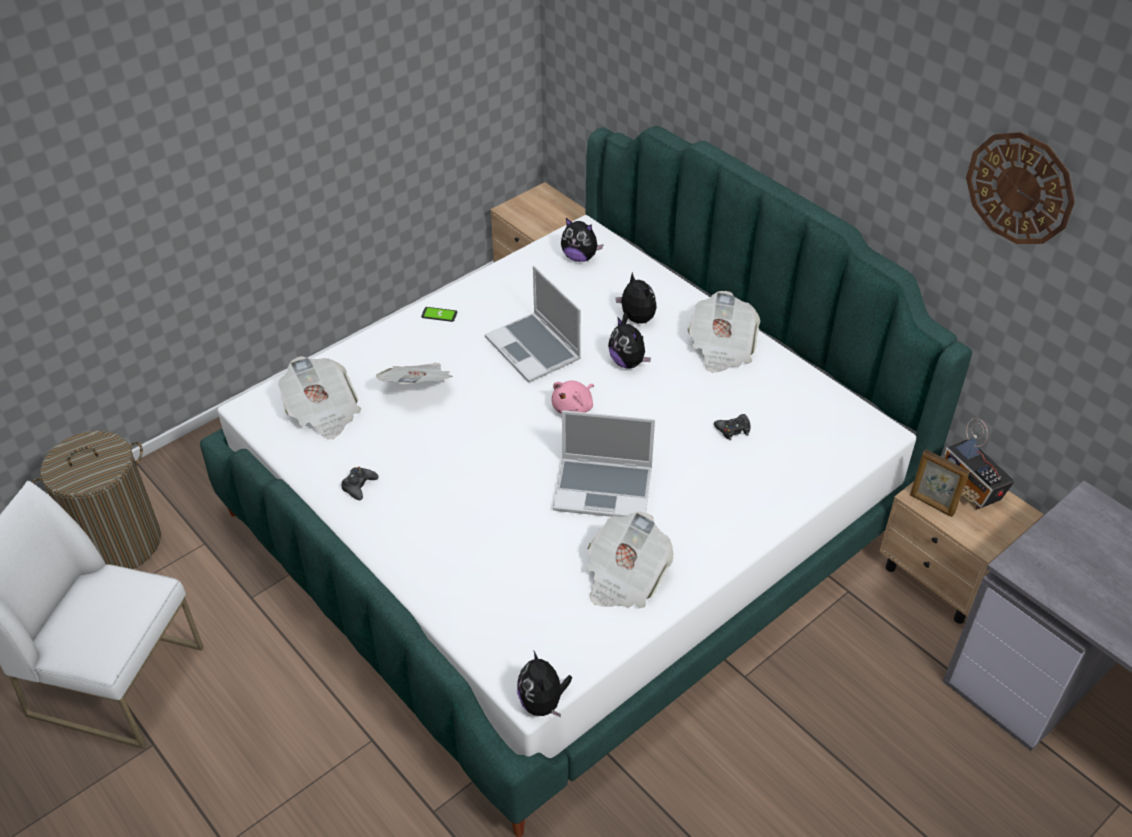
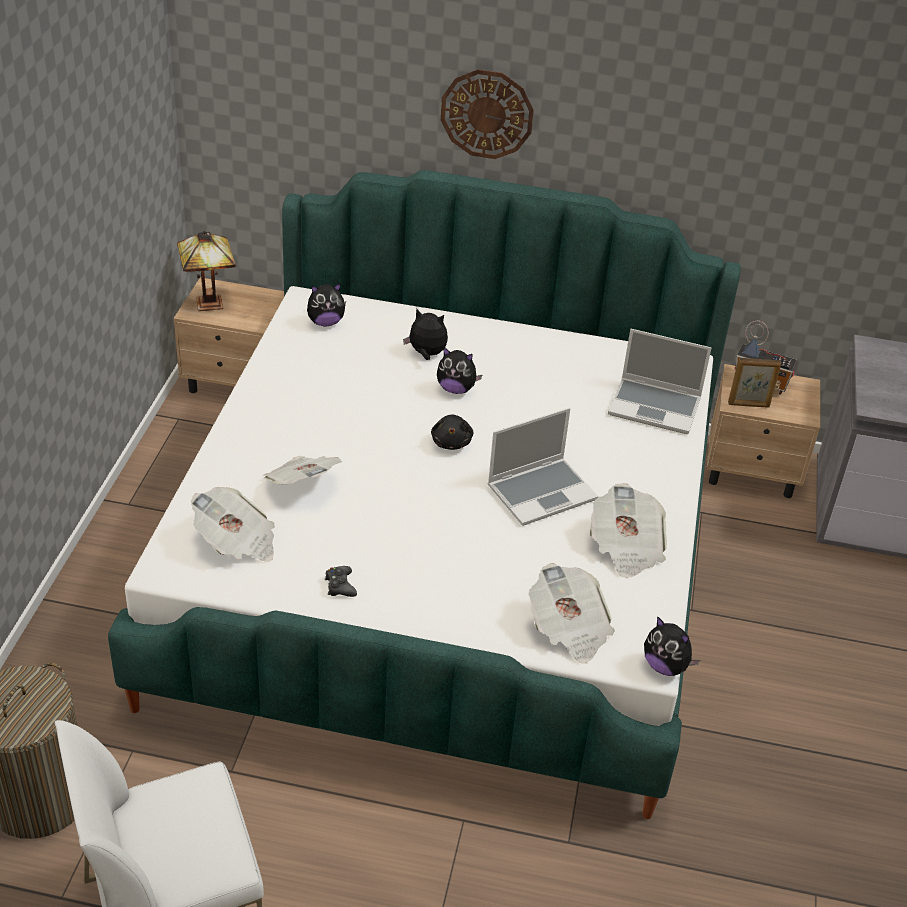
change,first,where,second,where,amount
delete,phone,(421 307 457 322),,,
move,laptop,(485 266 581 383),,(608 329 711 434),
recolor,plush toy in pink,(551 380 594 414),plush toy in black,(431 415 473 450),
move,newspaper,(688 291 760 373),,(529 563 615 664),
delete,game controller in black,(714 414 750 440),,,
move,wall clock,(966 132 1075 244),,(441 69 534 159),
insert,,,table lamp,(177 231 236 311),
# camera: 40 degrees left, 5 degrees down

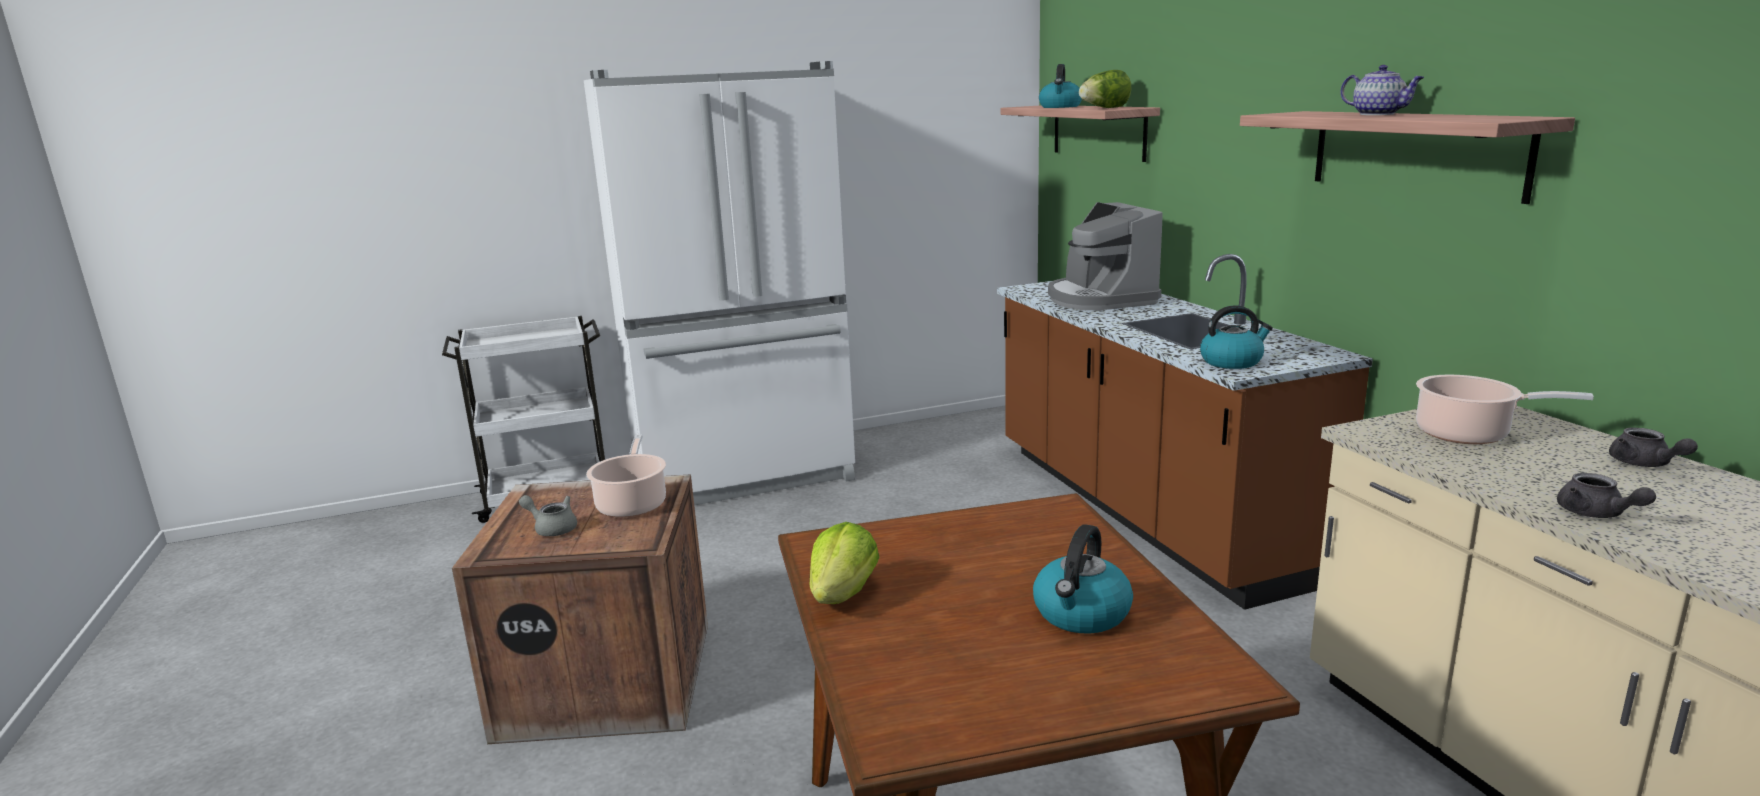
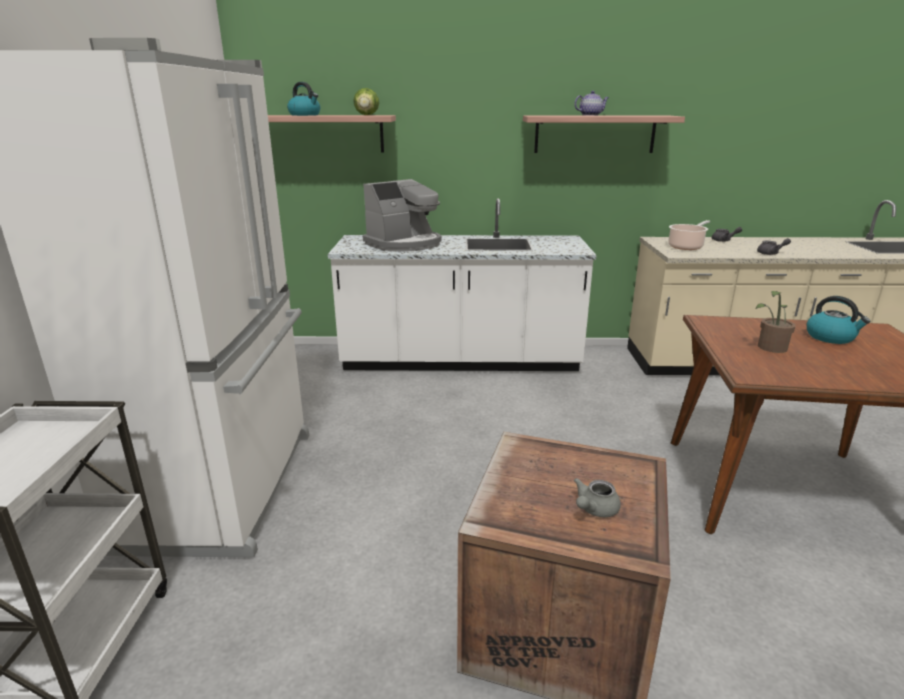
change,first,where,second,where,amount
delete,cooking pot,(586 434 666 518),,,
delete,lettuce,(810 522 879 604),,,
recolor,counter in brown,(997 254 1373 610),counter in white,(328 198 596 371),
rotate,coffee machine,(1048 202 1163 310),,(363 179 442 252),45 degrees counterclockwise
delete,kettle,(1200 305 1273 369),,,
insert,,,potted plant,(756 291 796 353),
# camera: 70 degrees left, 5 degrees up

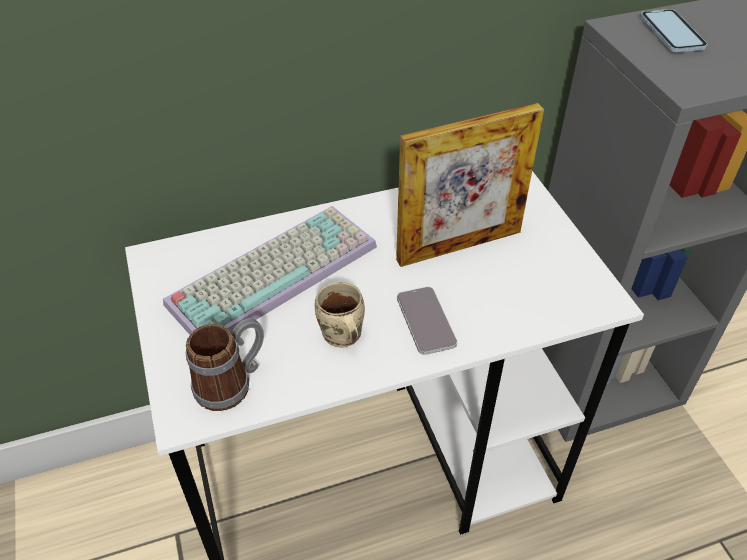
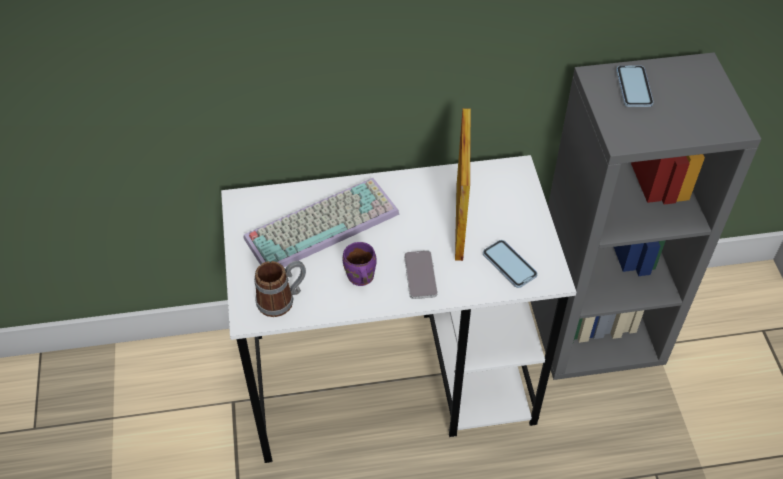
change,first,where,second,where,amount
recolor,mug in beige,(315 282 365 348),mug in purple,(343 242 377 286),
rotate,picture frame,(396 103 544 267),,(455 108 471 261),75 degrees counterclockwise
insert,,,phone,(483 240 537 288),
# camera: 10 degrees right, 5 degrees up

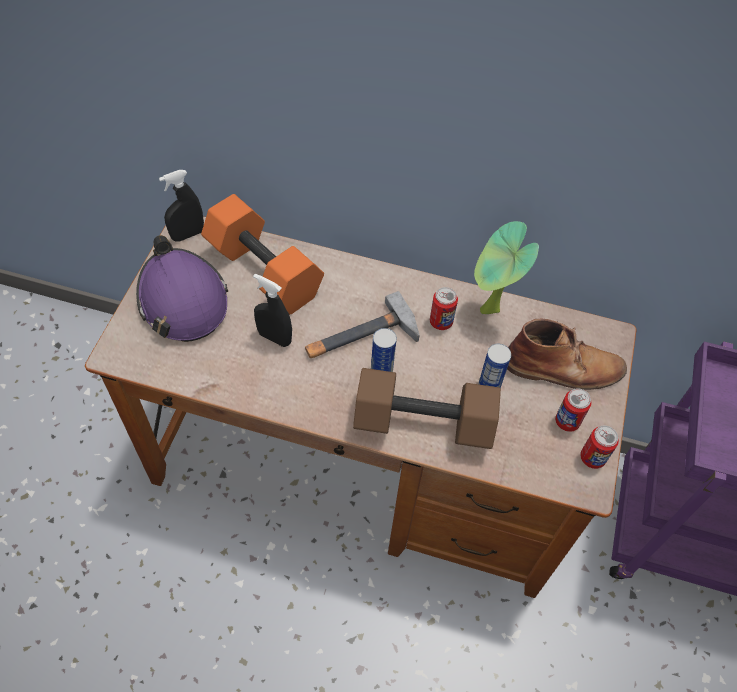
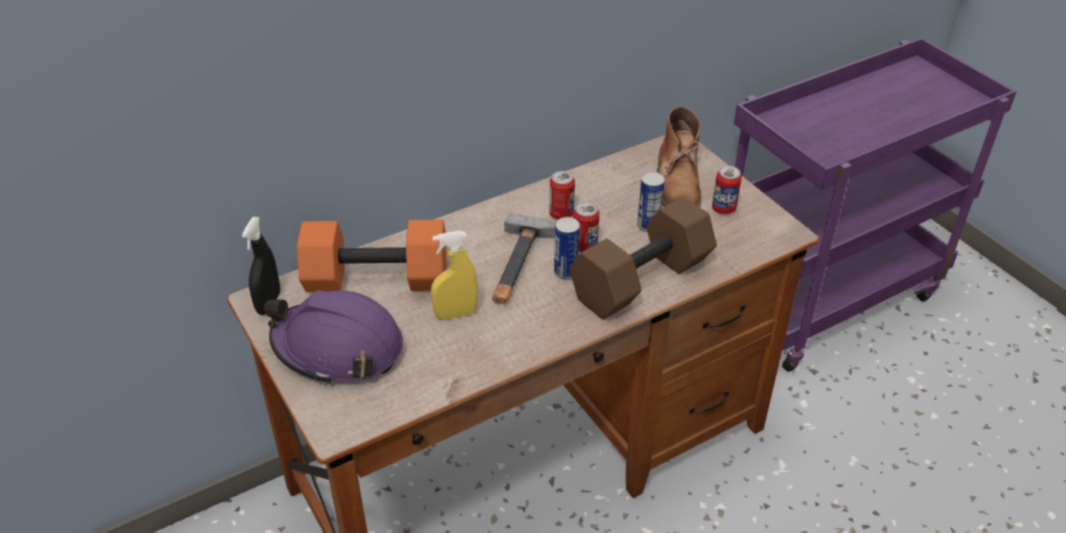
change,first,where,second,where,amount
recolor,spray bottle in black,(253 274 292 347),spray bottle in yellow,(431 231 478 320),
delete,potted plant,(474 221 539 314),,,
rotate,boot in brown,(507 319 627 390),,(657 106 702 207),135 degrees clockwise
move,can,(580 425 619 469),,(573 202 600 252),
# camera: 45 degrees left, 15 degrees down

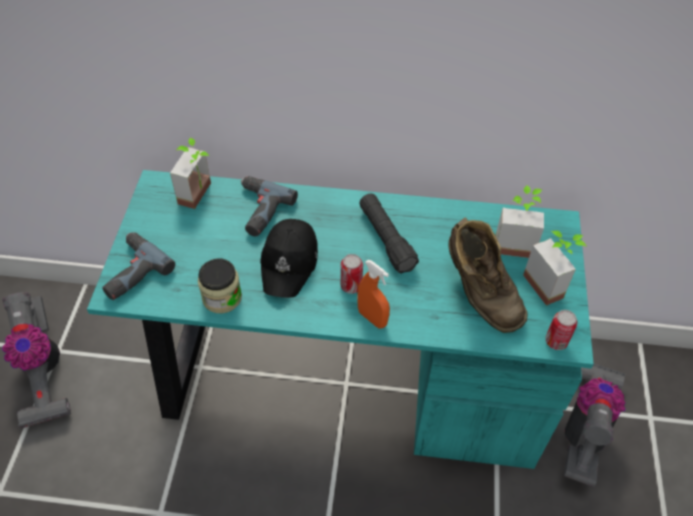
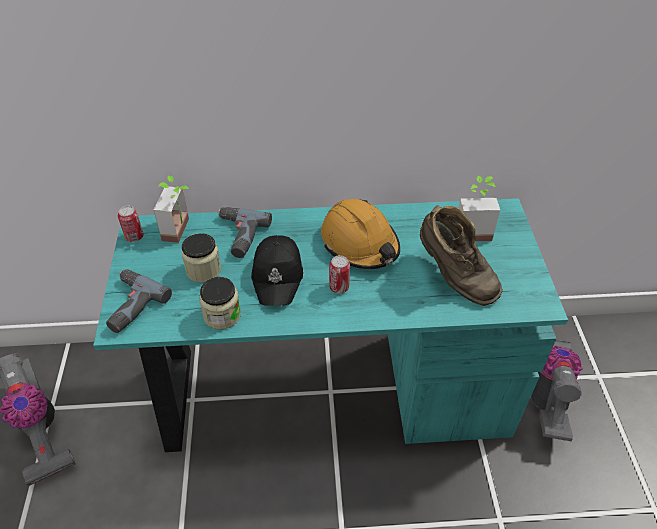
change,first,where,second,where,amount
delete,spray bottle in orange,(357 260 390 328),,,
replace,flashlight in black,(360 193 419 273),hard hat in orange,(321 199 400 269),
delete,potted plant,(523 231 586 306),,,
move,can,(545 310 577 350),,(118 206 144 242),
insert,,,jar,(182 233 221 283),
# camera: 10 degrees left, 5 degrees down

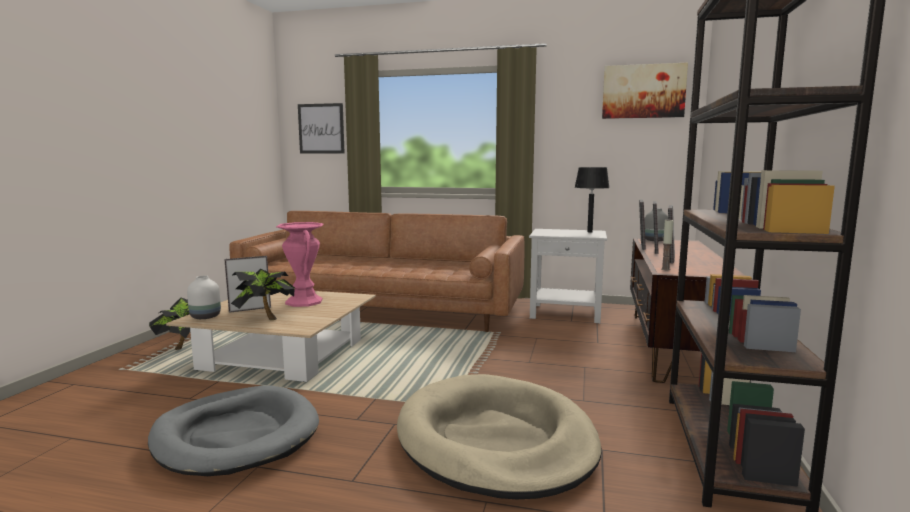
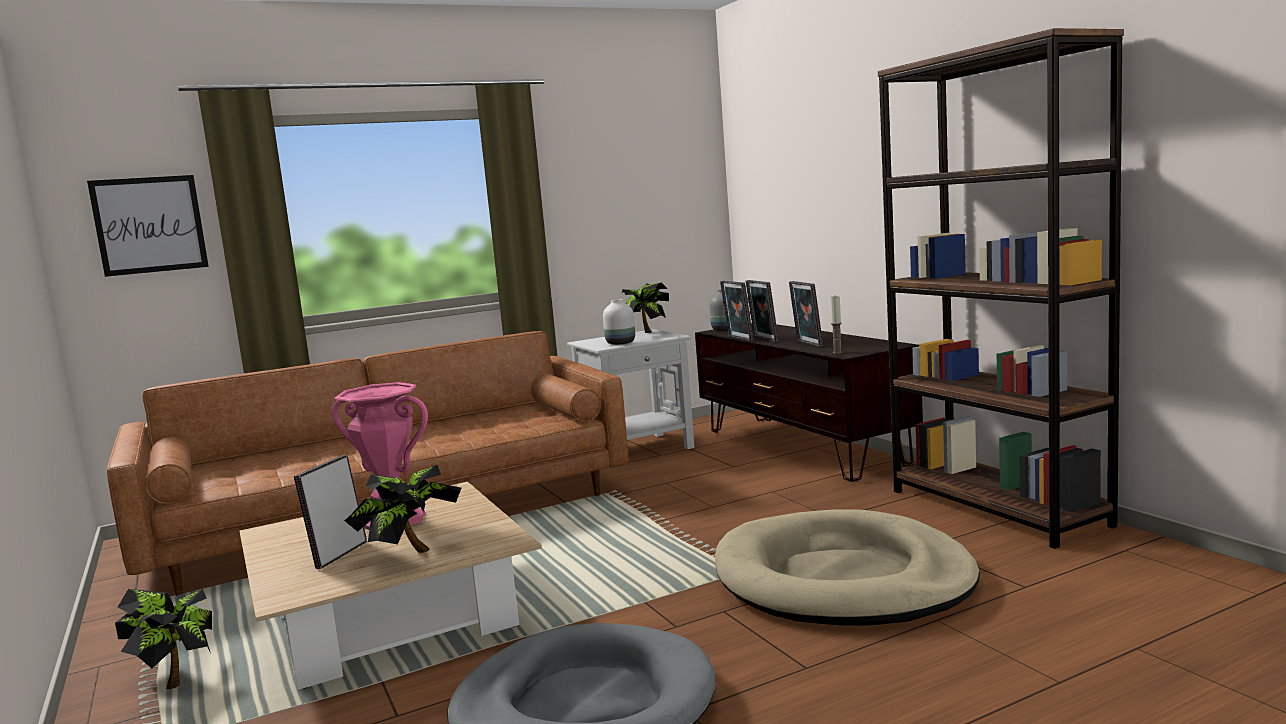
change,first,where,second,where,amount
move,vase in white,(187 276 221 319),,(603 299 635 345),
replace,table lamp in black,(575 167 610 233),potted plant,(621 283 669 333),
delete,picture,(602 63 688 119),,,
# camera: 40 degrees left, 0 degrees up

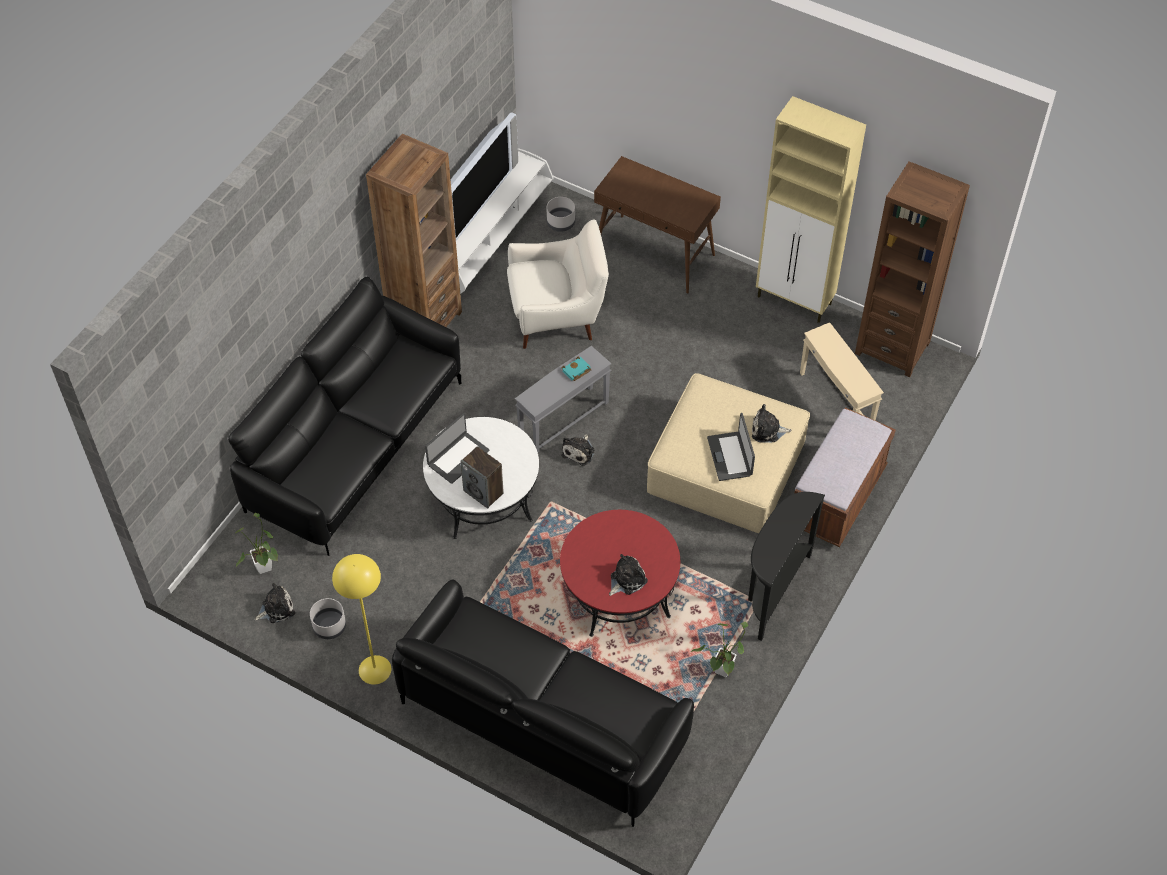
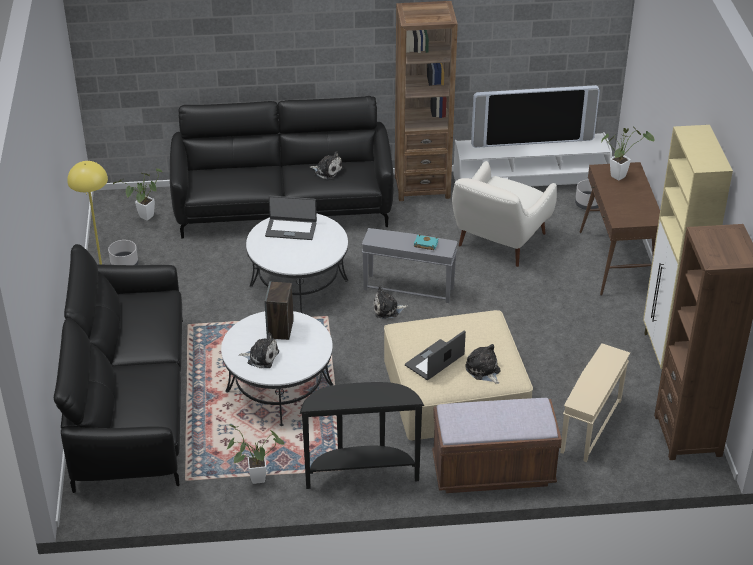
change,first,where,second,where,amount
move,plush toy,(254 583 295 623),,(310 151 343 180),
move,speaker,(461 446 504 509),,(265 281 294 340),
rotate,armchair in white,(507 220 609 349),,(452 161 557 267),75 degrees clockwise
recolor,coffee table in red,(560 510 680 637),coffee table in white,(221 311 333 426),
insert,,,potted plant,(601 127 655 181),
# camera: 55 degrees right, 15 degrees down

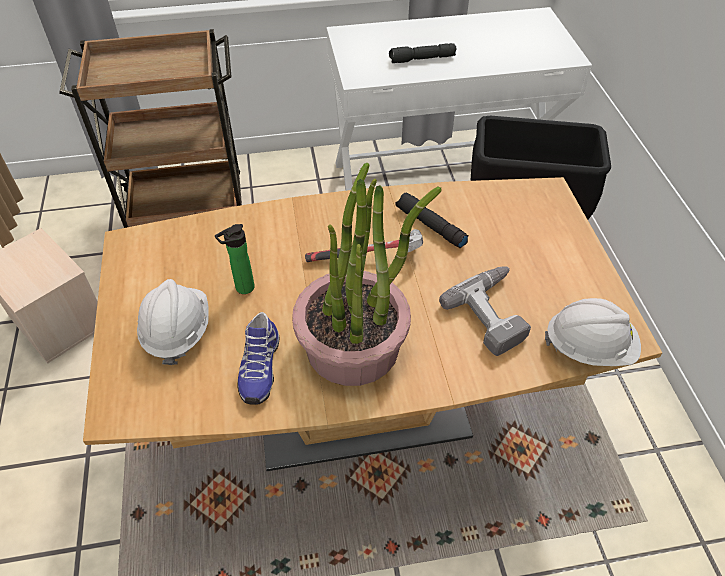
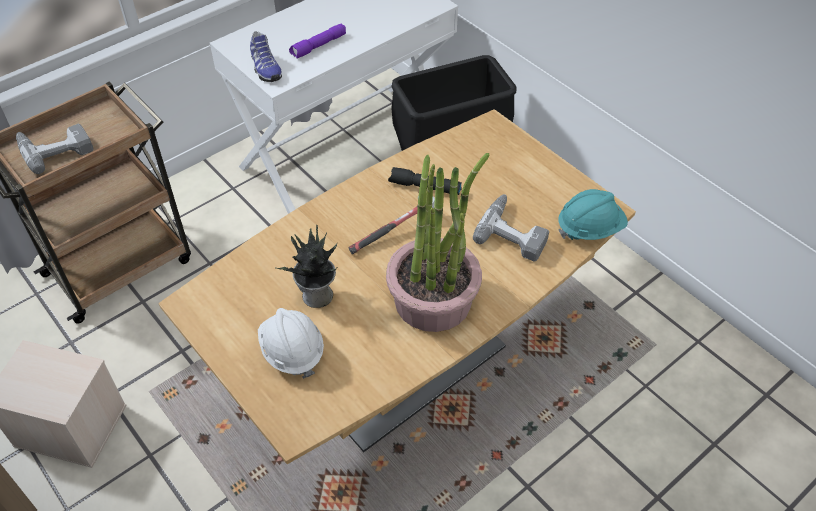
change,first,where,second,where,amount
replace,bottle,(215 224 255 294),potted plant,(274 225 338 308),
move,shoe,(237 312 279 405),,(250 31 282 82),
recolor,flashlight in black,(389 43 457 63),flashlight in purple,(289 24 346 58),
recolor,hard hat in white,(545 298 641 366),hard hat in turquoise,(558 189 628 240),
insert,,,power drill,(16 124 93 174),
# camera: 30 degrees left, 0 degrees up

